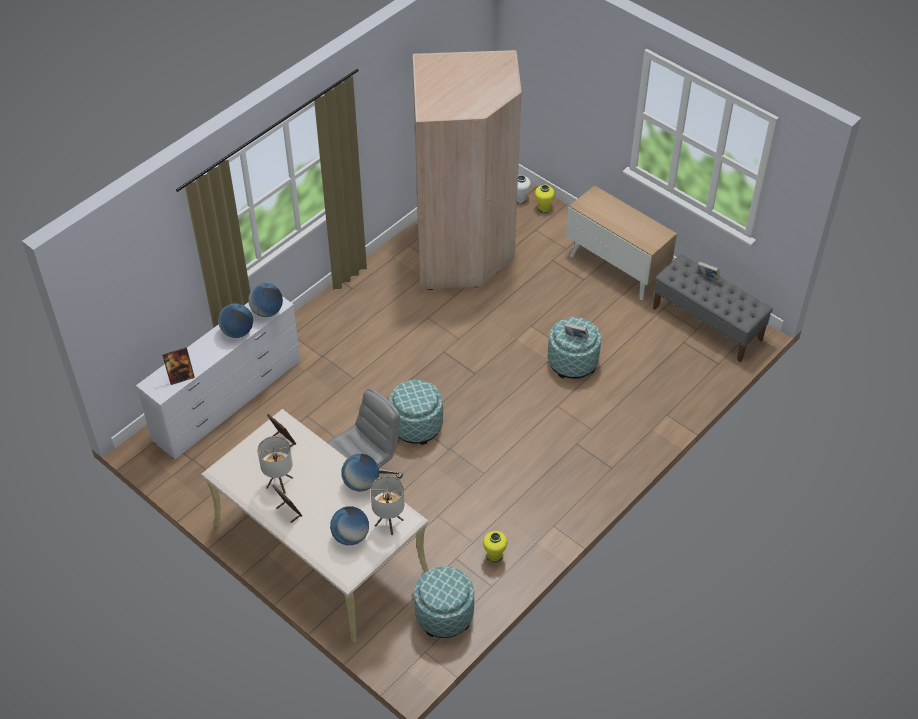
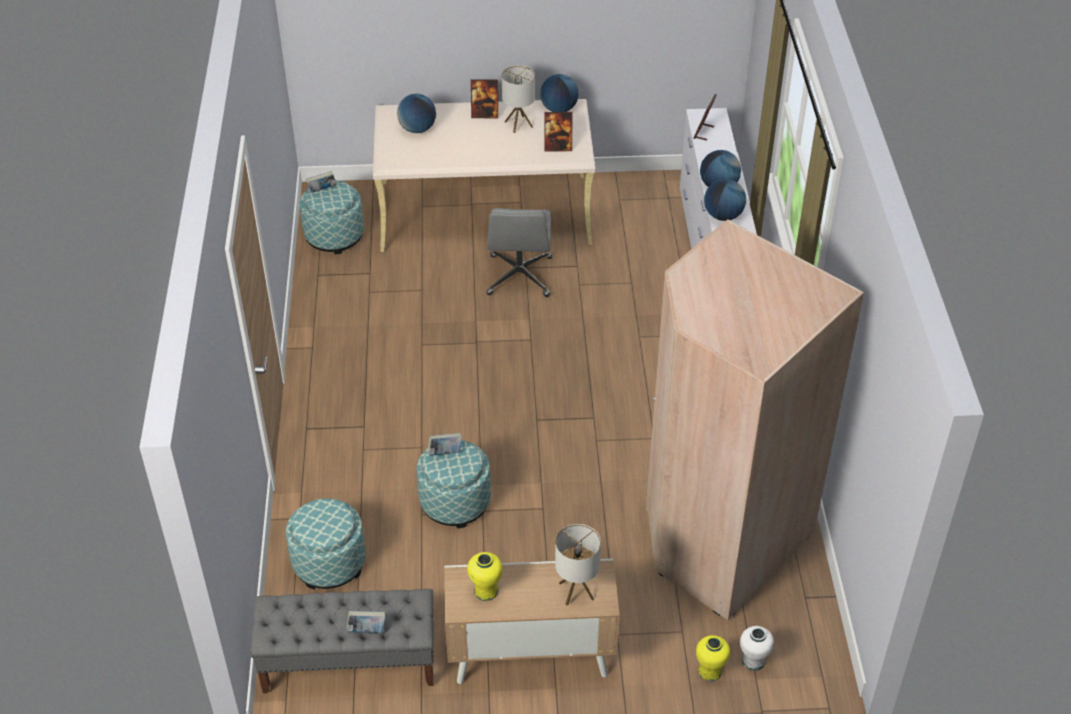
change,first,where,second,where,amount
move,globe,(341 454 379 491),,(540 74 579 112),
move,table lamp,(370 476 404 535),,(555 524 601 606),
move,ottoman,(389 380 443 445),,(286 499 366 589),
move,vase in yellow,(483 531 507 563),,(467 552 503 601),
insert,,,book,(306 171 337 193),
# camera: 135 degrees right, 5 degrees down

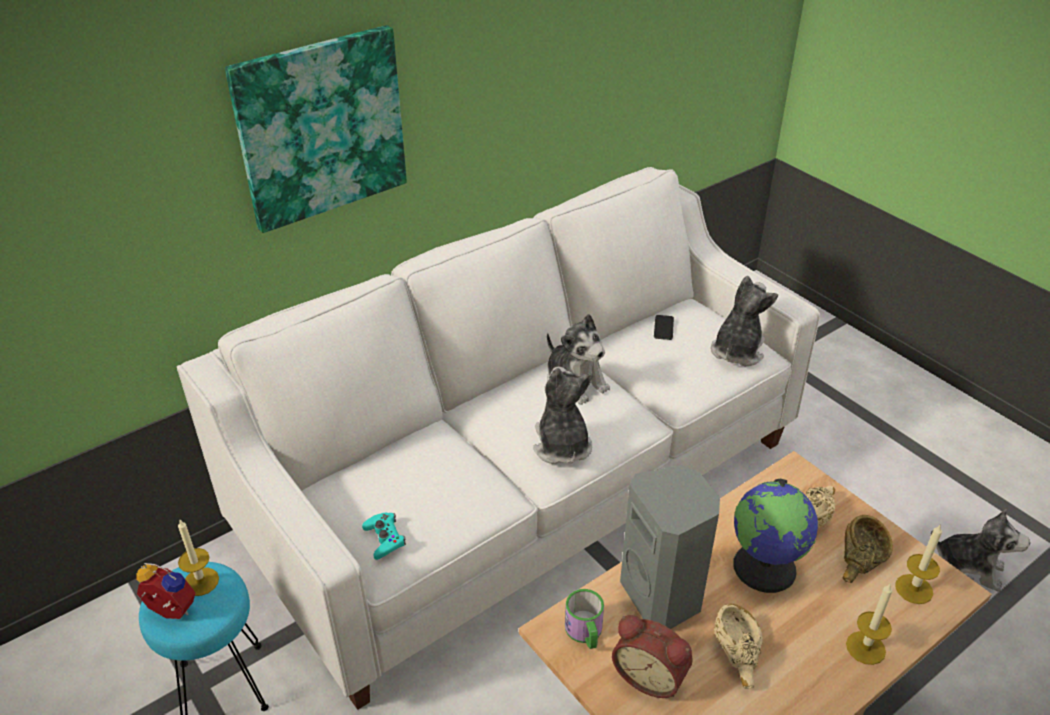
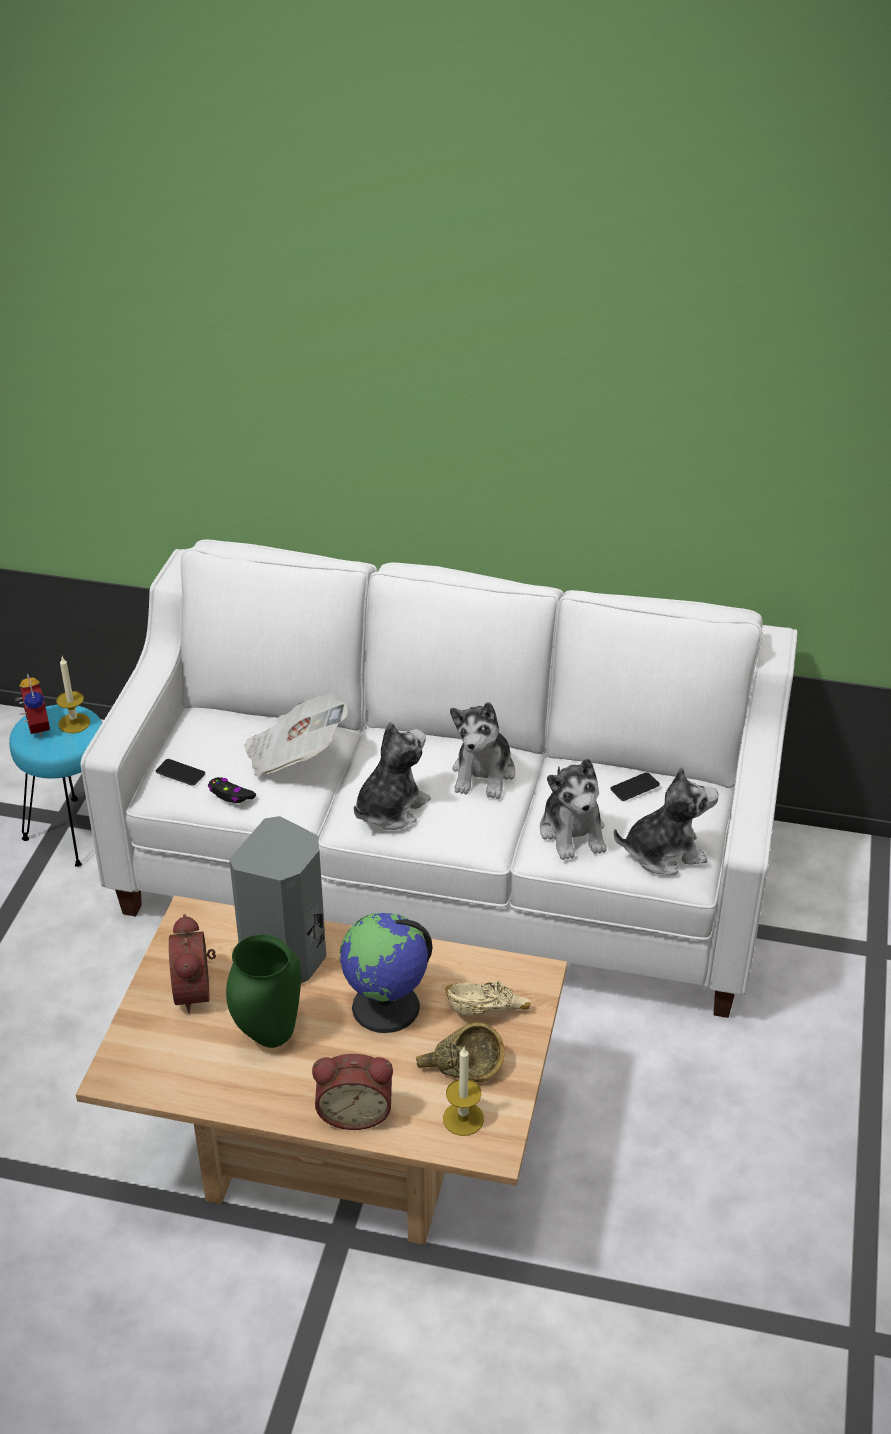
change,first,where,second,where,amount
delete,picture,(225 25 407 233),,,
replace,game controller in turquoise,(362 513 406 560),phone,(156 759 205 786),
delete,mug,(565 589 604 649),,,
replace,bowl in beige,(714 604 763 689),vase in green,(226 934 301 1048),
replace,candle,(846 583 892 665),alarm clock,(312 1054 393 1130),
move,plush toy,(931 509 1030 592),,(540 758 607 860),
insert,,,game controller in black,(208 777 256 803),
insert,,,newspaper,(244 693 348 776),
# camera: 50 degrees right, 0 degrees up

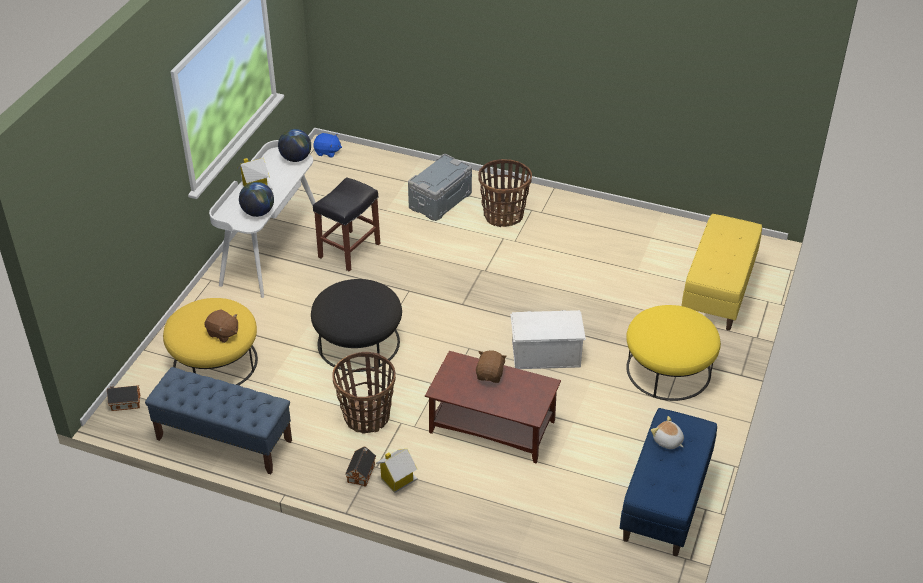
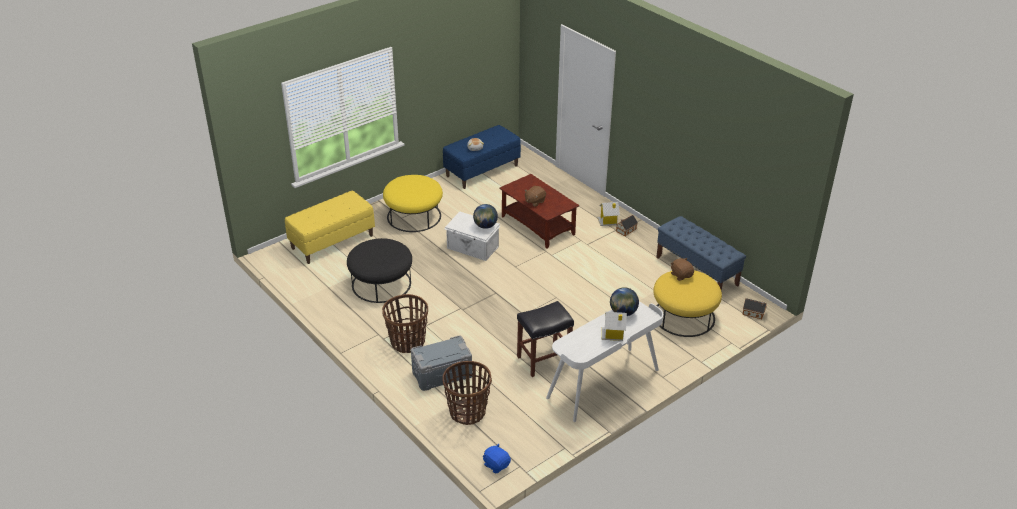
change,first,where,second,where,amount
move,globe,(278 129 311 162),,(473 204 498 229),
move,ottoman in black,(311 279 402 372),,(347 238 412 303),
move,basket,(332 352 396 433),,(443 361 492 425),
# camera: 150 degrees left, 5 degrees down

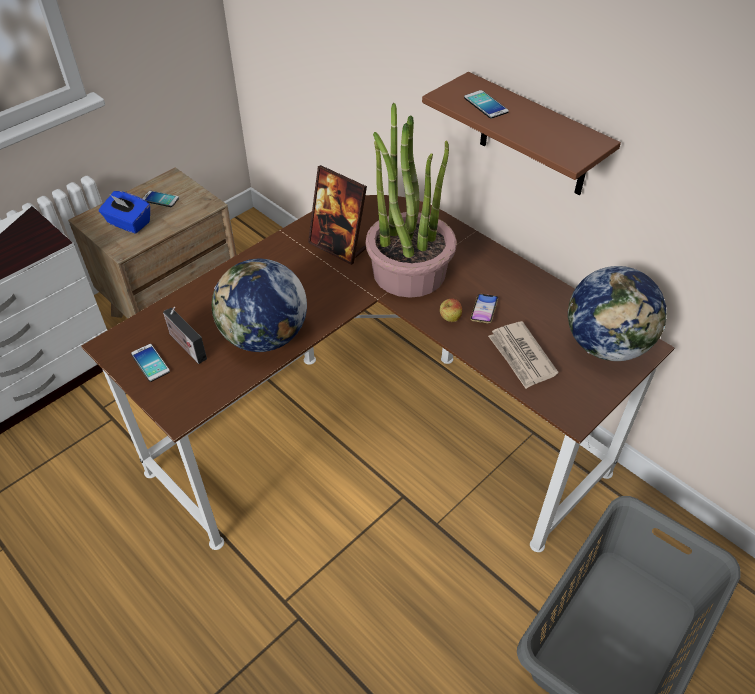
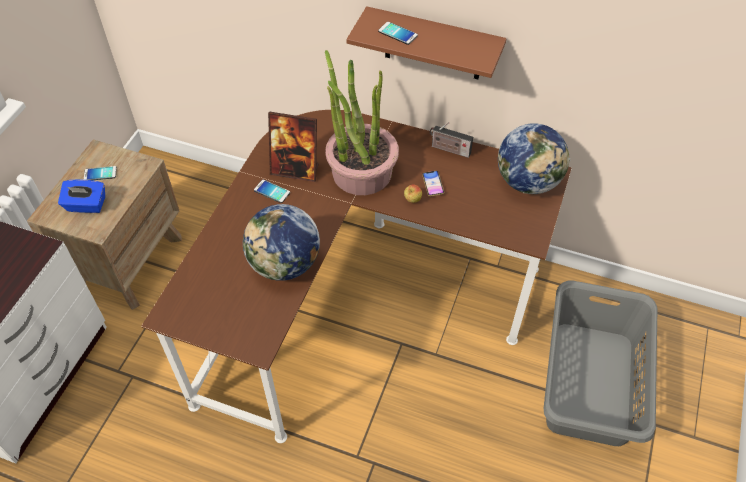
change,first,where,second,where,amount
move,phone,(131 344 170 382),,(254 180 290 203),
move,radio,(163 307 207 364),,(429 122 473 158),
delete,newspaper,(488 321 558 389),,,
# camera: 25 degrees left, 5 degrees up

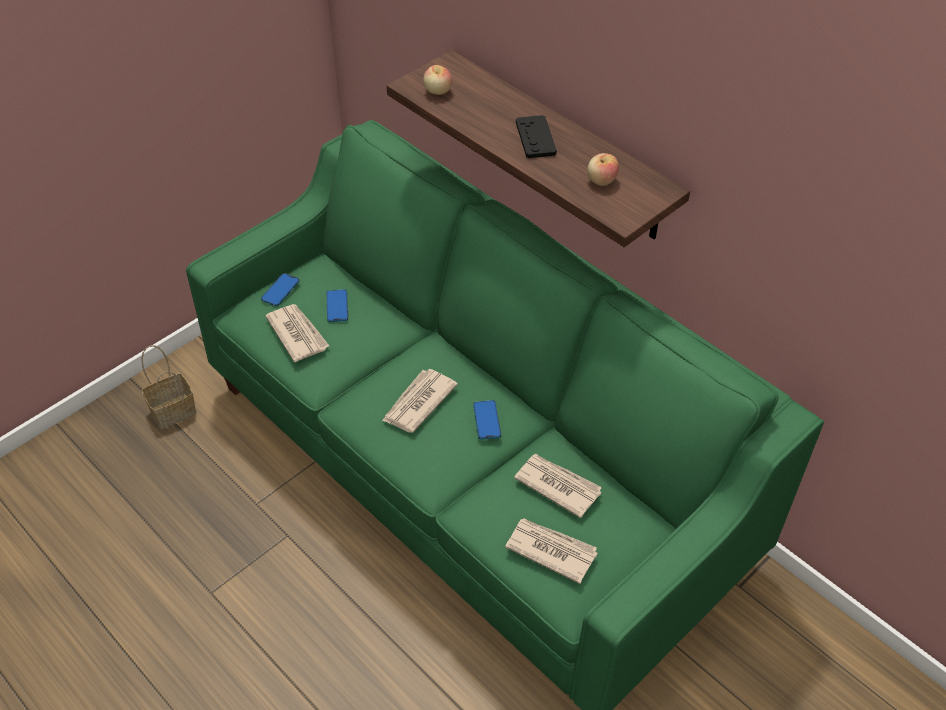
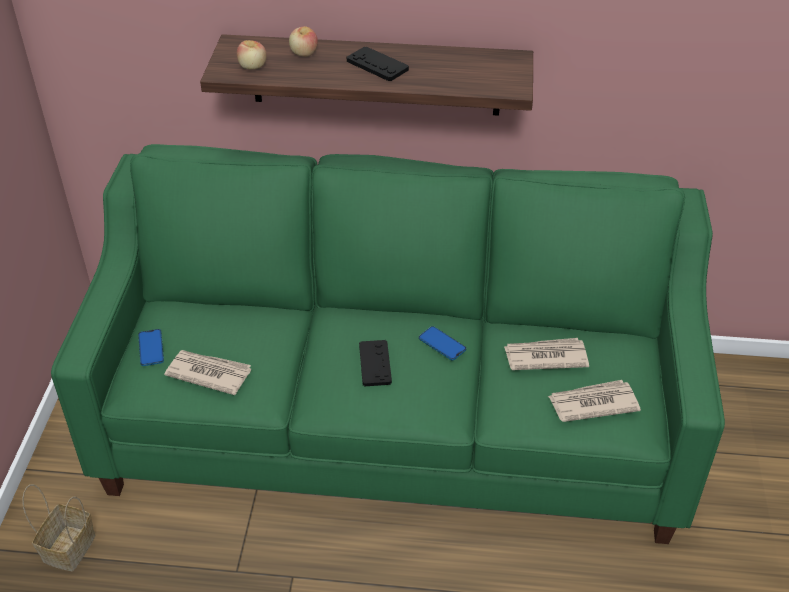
change,first,where,second,where,amount
delete,phone,(326 289 348 322),,,
replace,newspaper,(382 369 458 433),game controller in black,(359 340 392 386),
move,apple,(587 153 619 186),,(289 26 318 57),
# camera: 40 degrees left, 5 degrees down

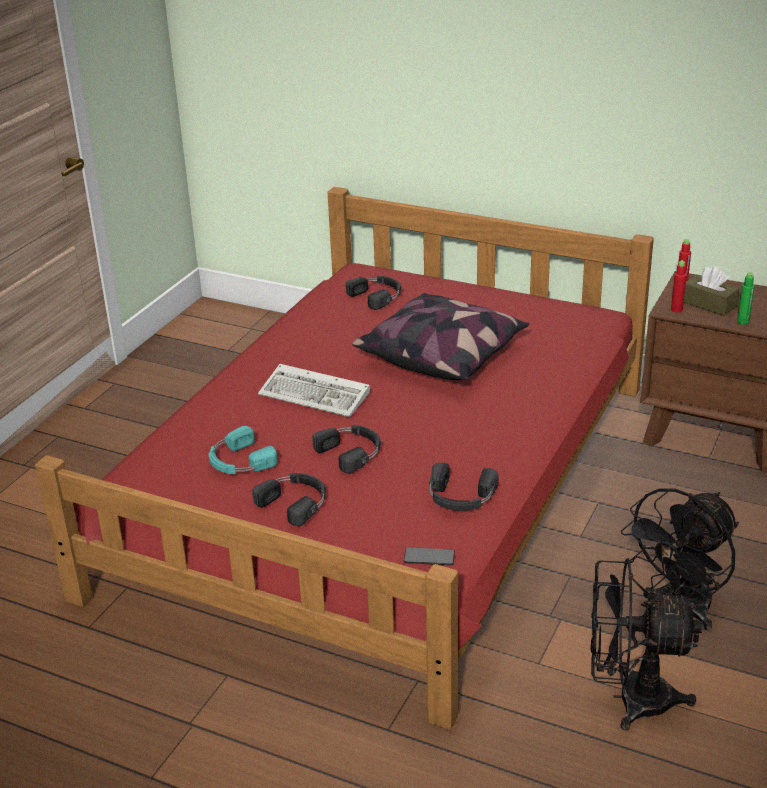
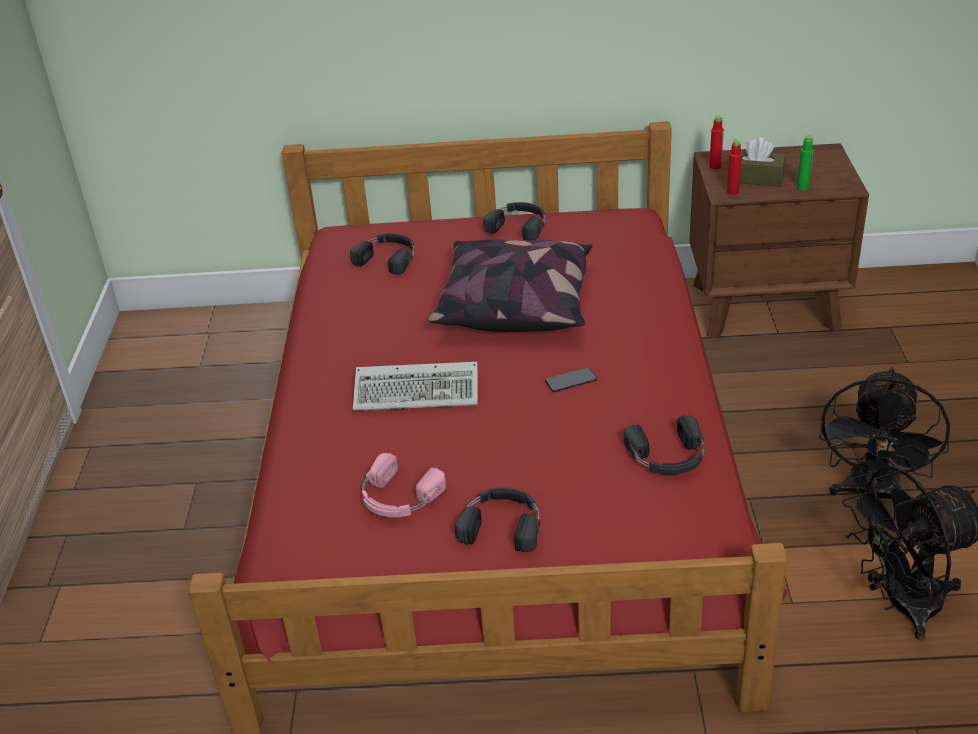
change,first,where,second,where,amount
recolor,headphones in turquoise,(209 426 278 474),headphones in pink,(362 453 446 517),
move,headphones in black,(312 425 381 474),,(483 202 546 241),
move,phone,(404 547 455 565),,(545 367 597 392),
# camera: 25 degrees left, 5 degrees up

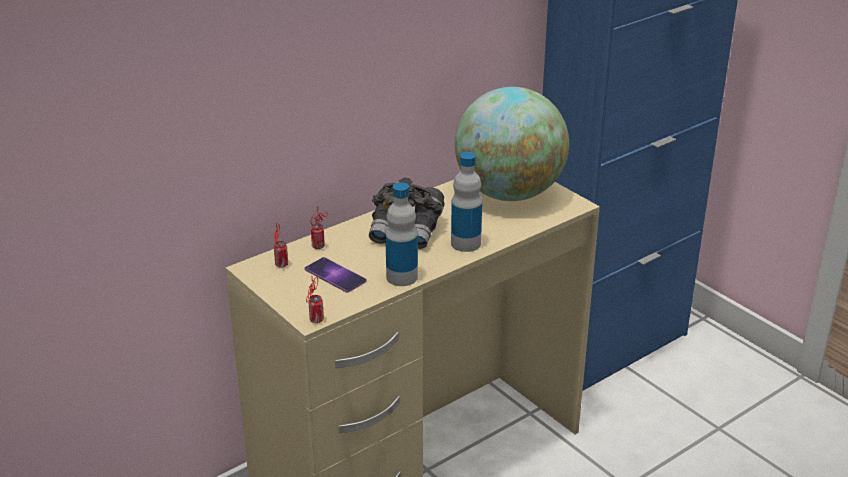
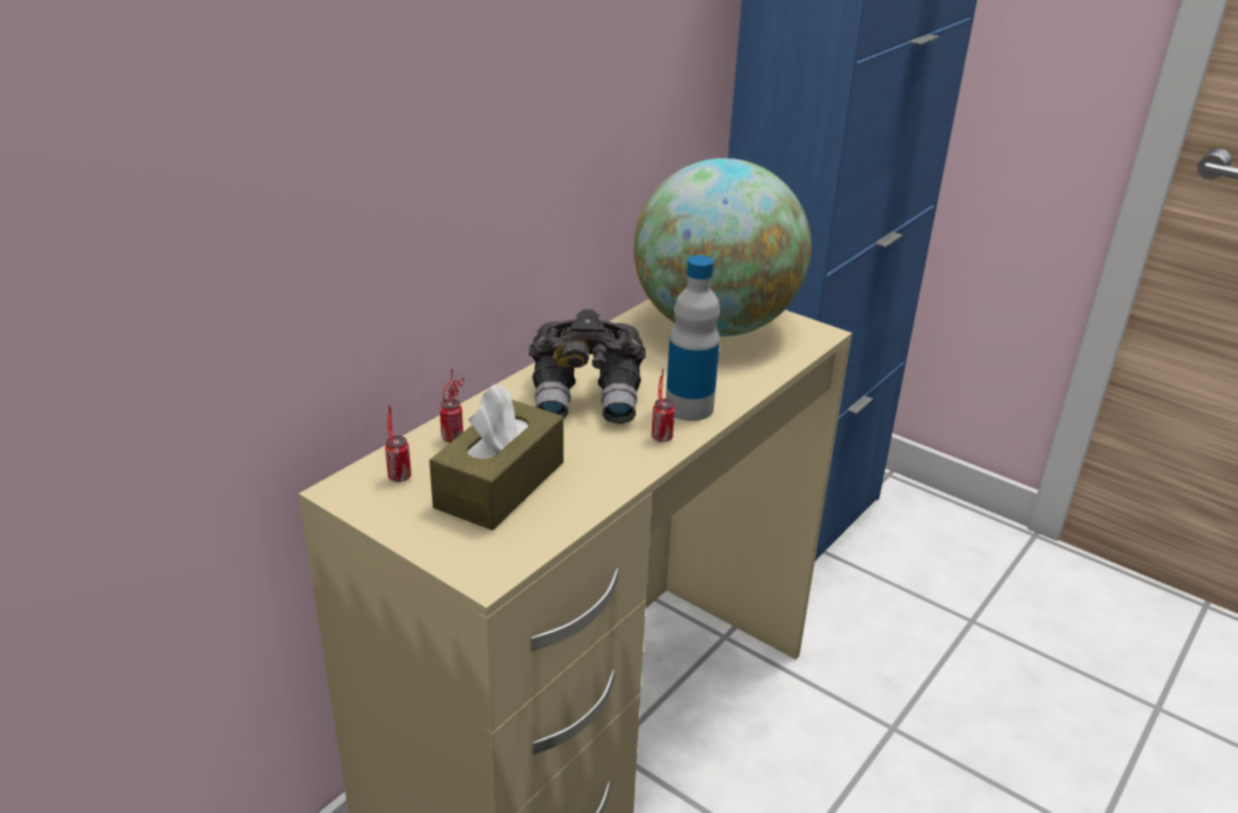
change,first,where,second,where,amount
replace,phone,(304 257 367 293),tissue box in brown,(429 384 564 531),
move,can,(306 277 324 323),,(652 368 675 442),
delete,bottle,(385 182 418 286),,,
# camera: 15 degrees left, 0 degrees up

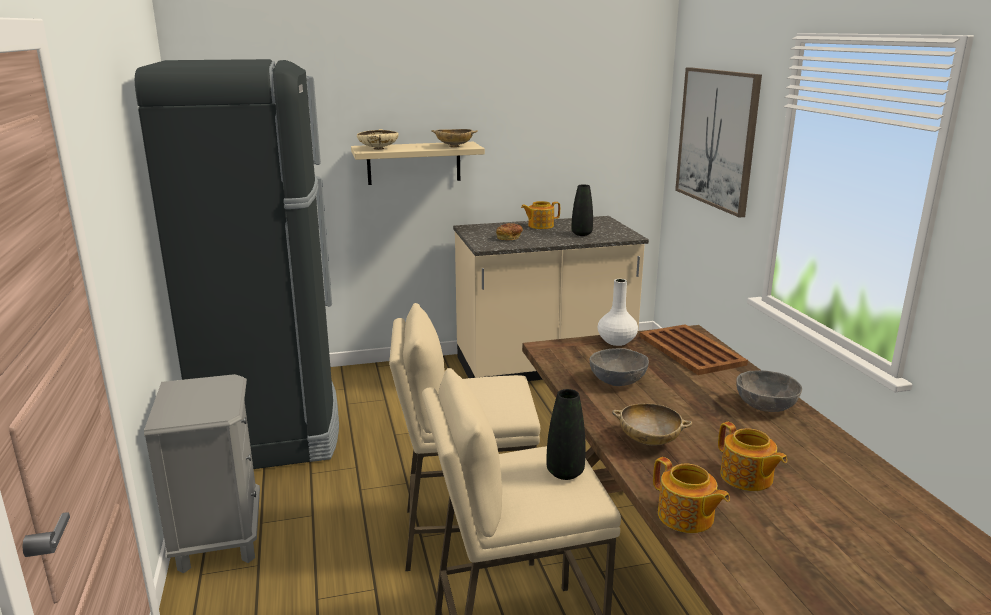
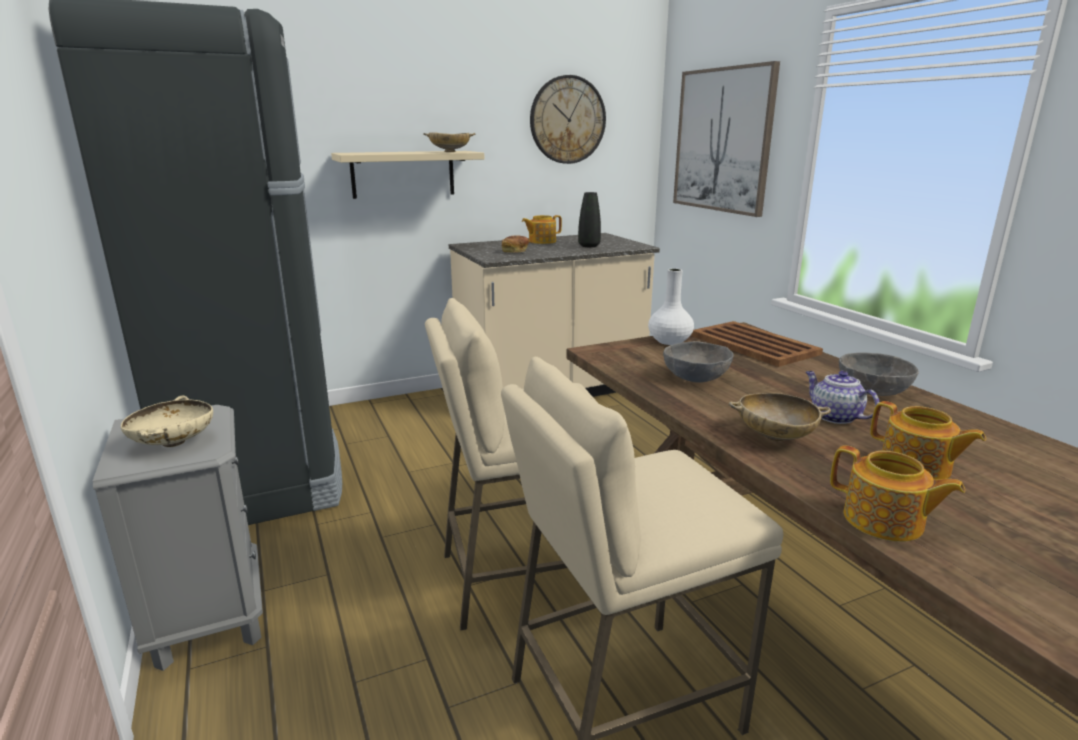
change,first,where,second,where,amount
move,bowl in beige,(357 129 399 150),,(121 396 213 447),
delete,vase in black,(547 389 586 480),,,
insert,,,wall clock,(530 75 606 164),
insert,,,teapot,(806 371 880 424),
# camera: 10 degrees left, 0 degrees up

